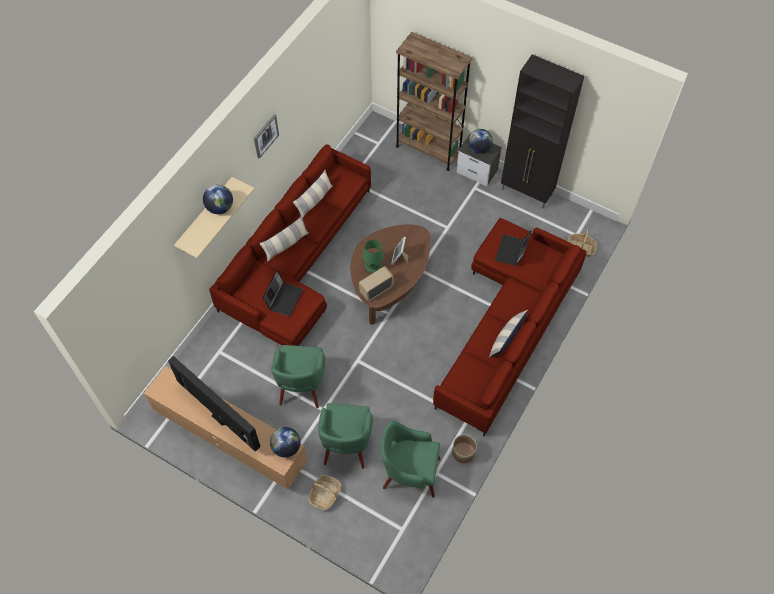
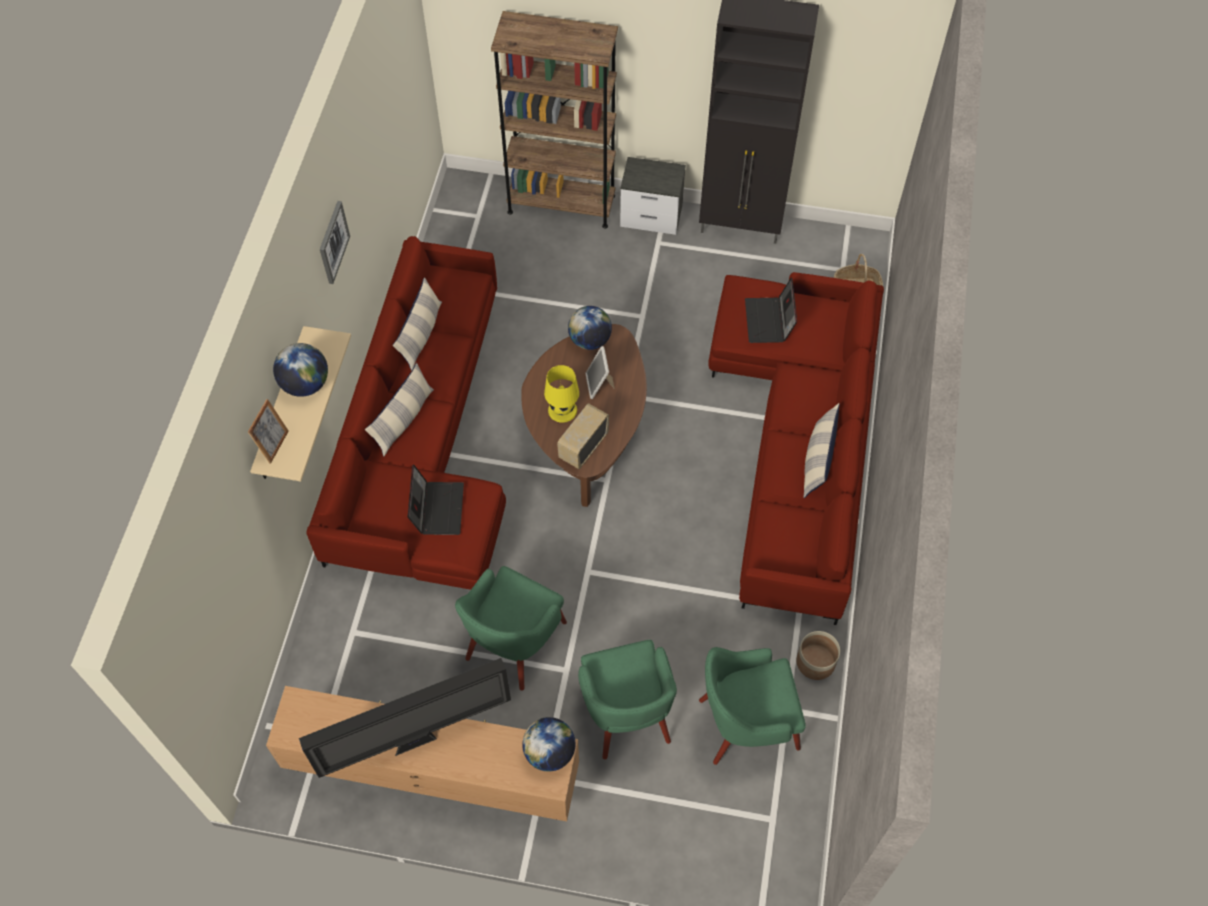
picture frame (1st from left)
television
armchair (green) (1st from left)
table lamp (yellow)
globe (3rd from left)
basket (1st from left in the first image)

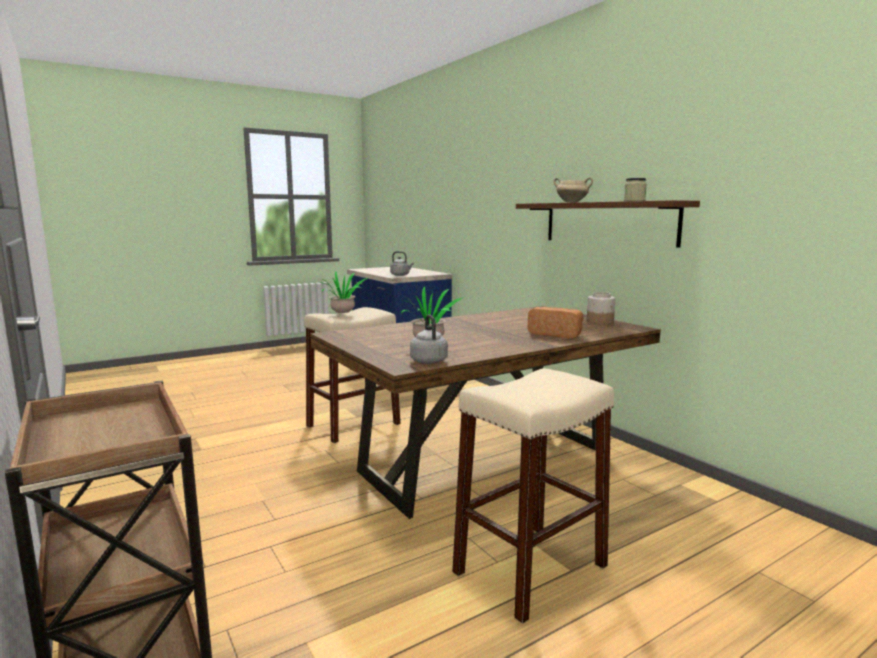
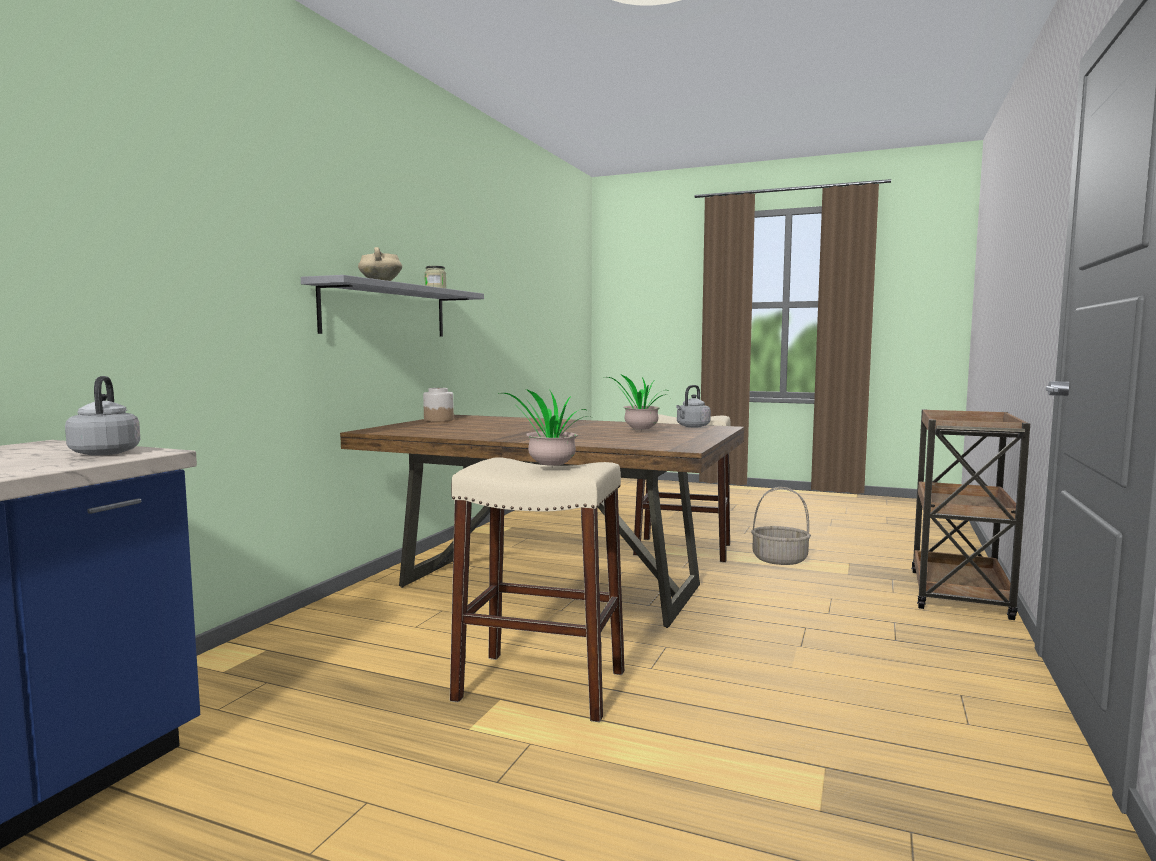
shelf (grey)
basket
bread

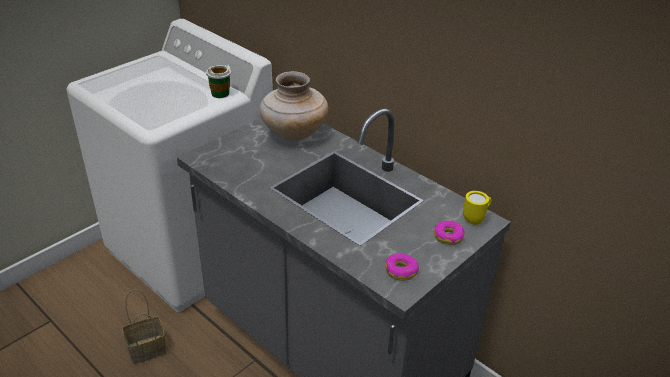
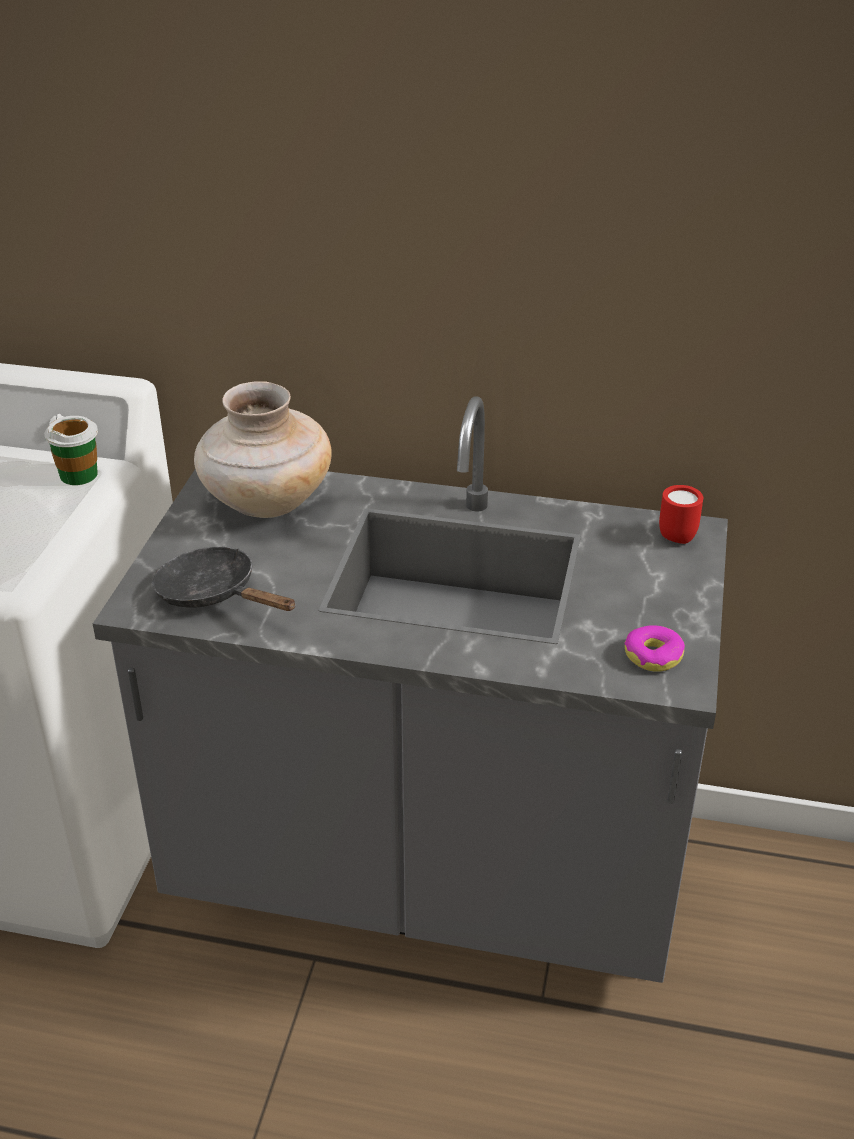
frying pan (black)
mug (red)
basket
donut (2nd from left in the first image)

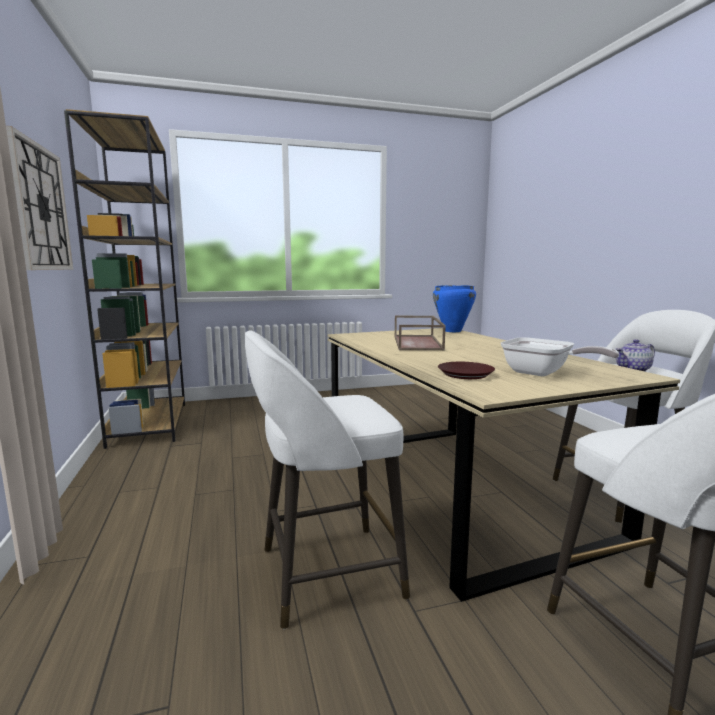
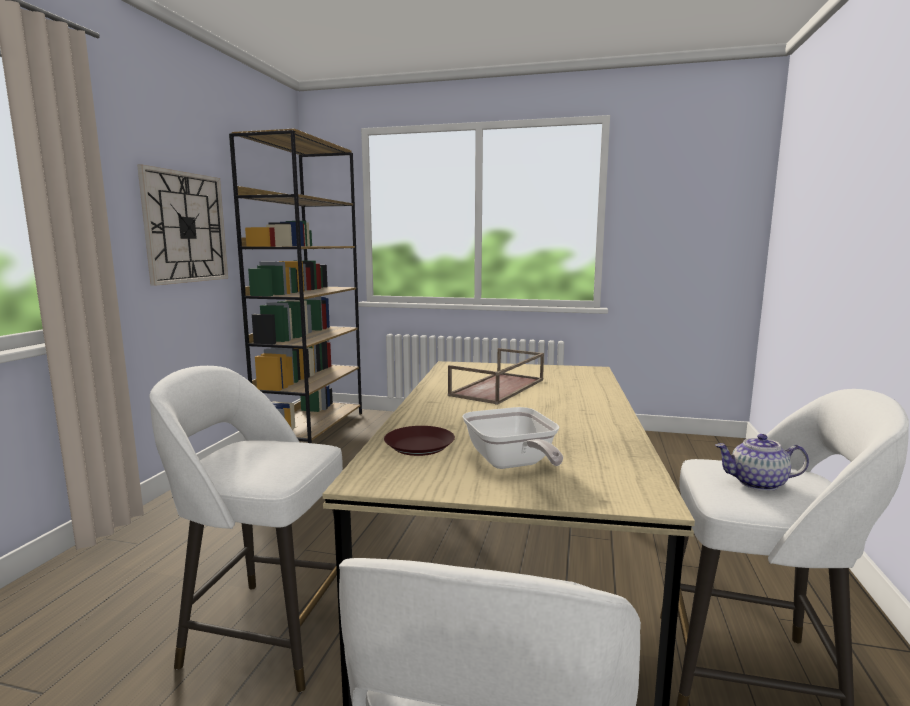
cooking pot (blue)

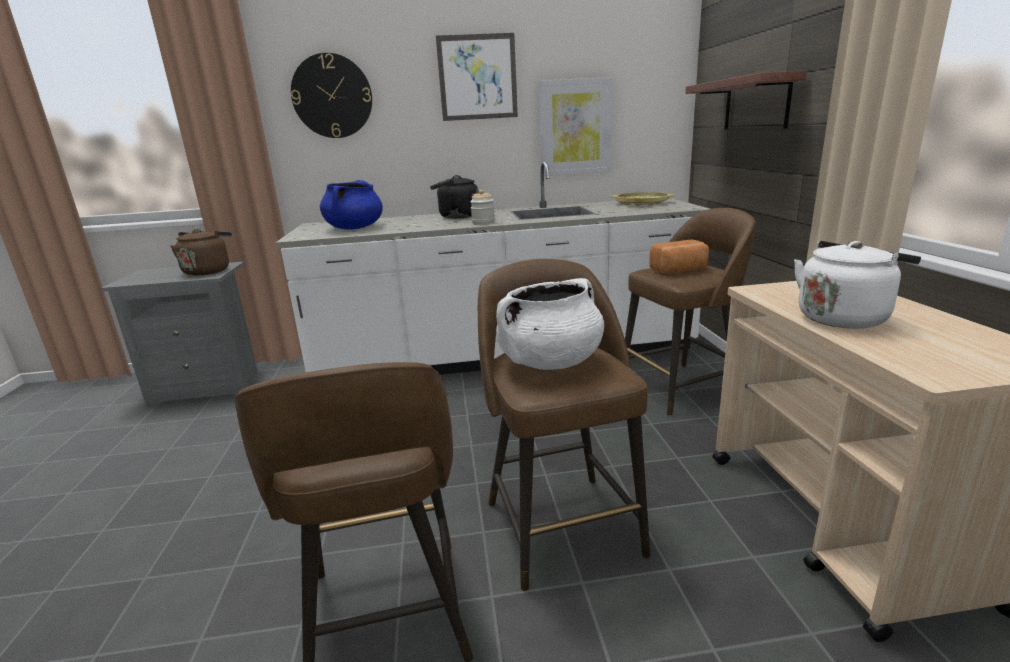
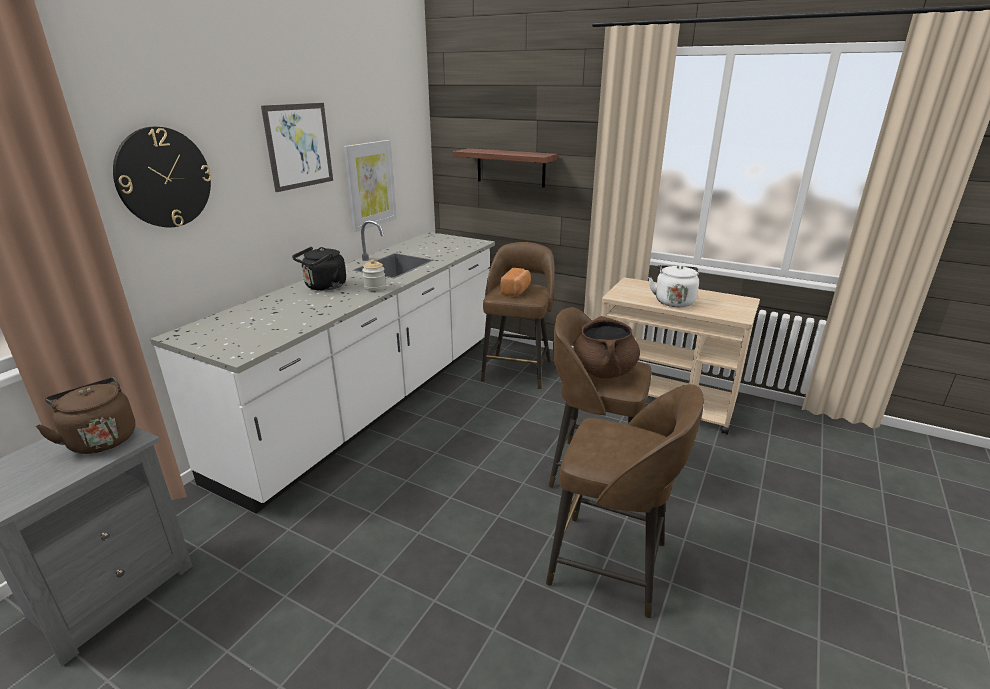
cooking pot (brown)
cooking pot (blue)
tray (yellow)

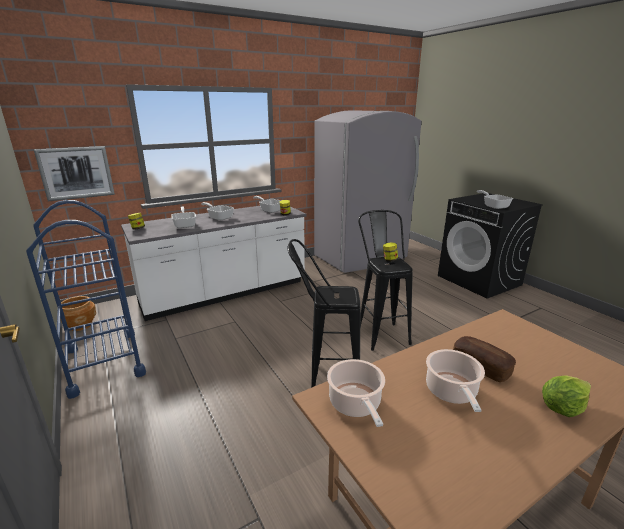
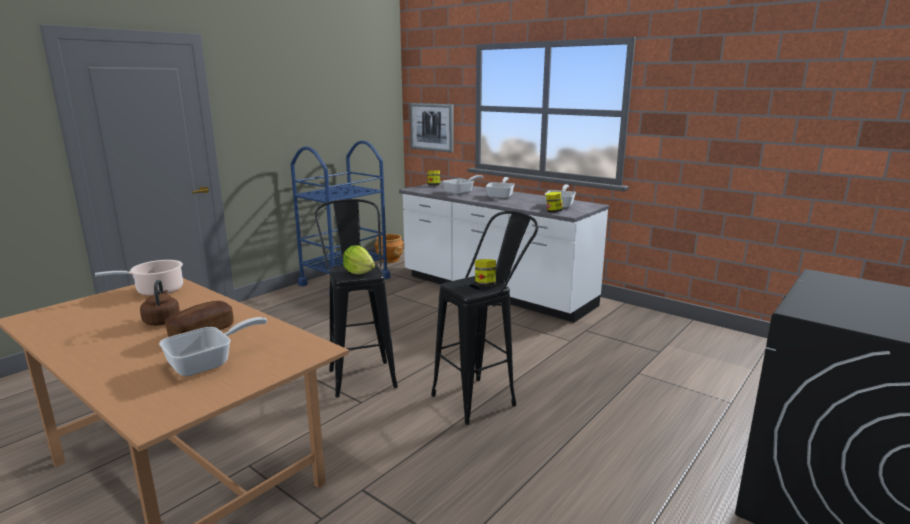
kettle (brown)
frying pan (1st from left)
lettuce
fridge (grey)

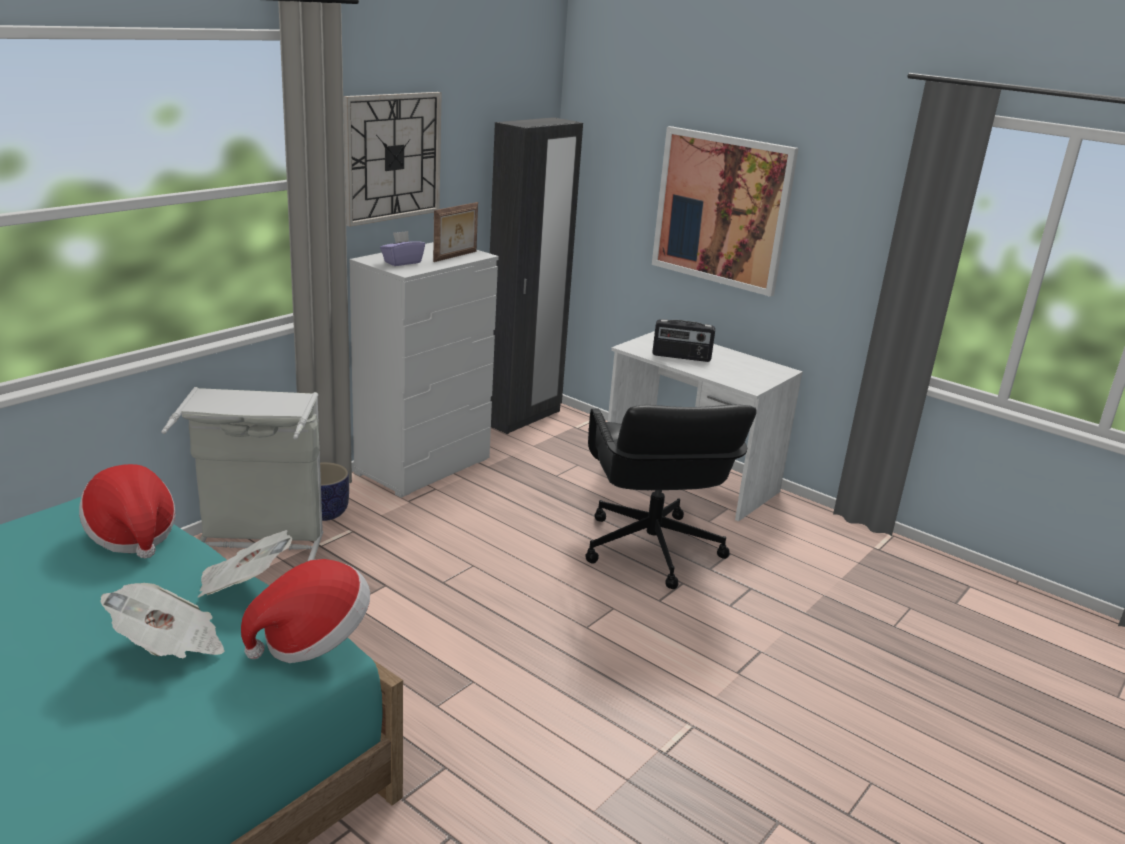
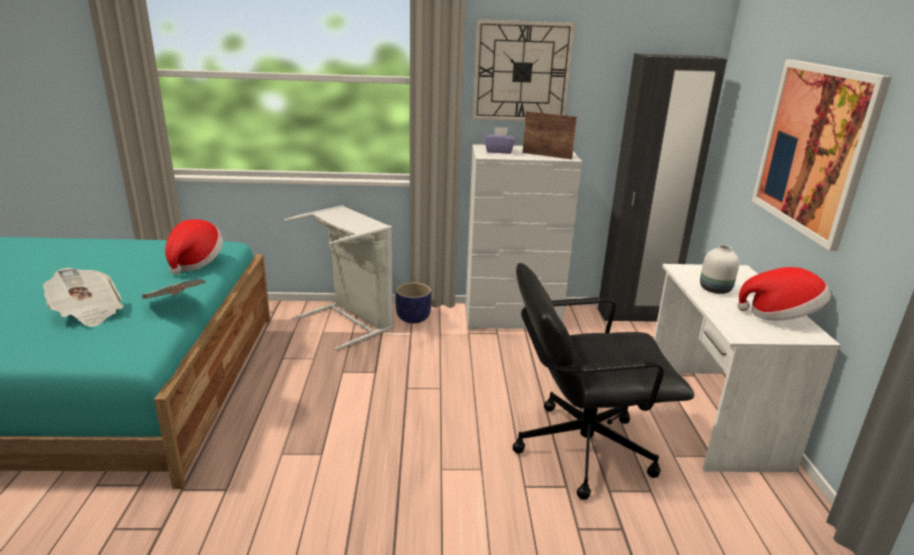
office chair (black)
picture frame
vase (white)
hat (2nd from left)

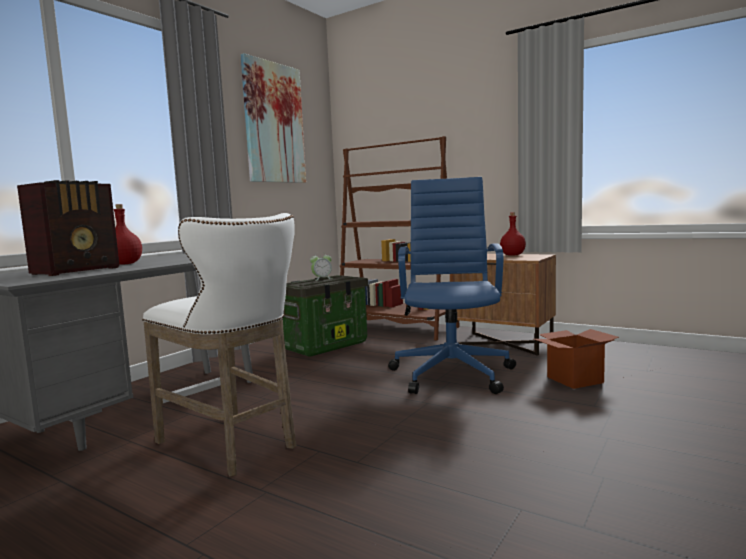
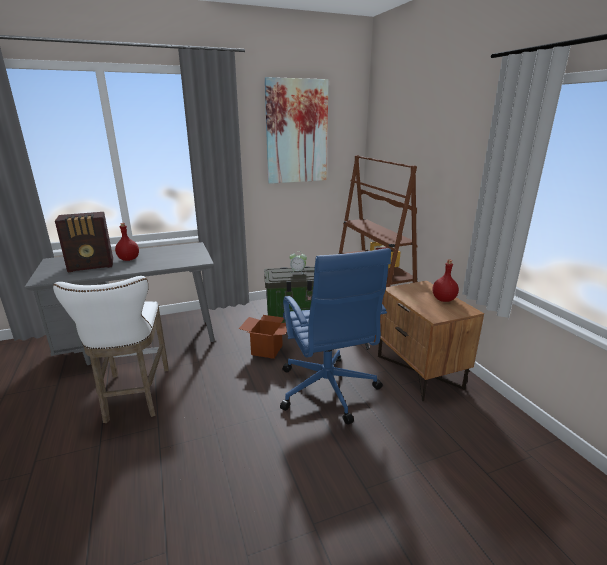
cardboard box
office chair (blue)

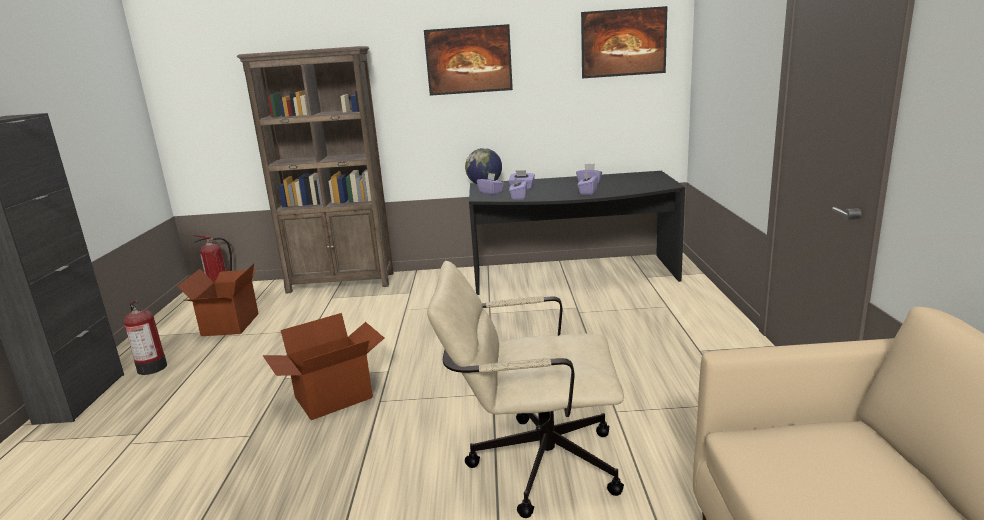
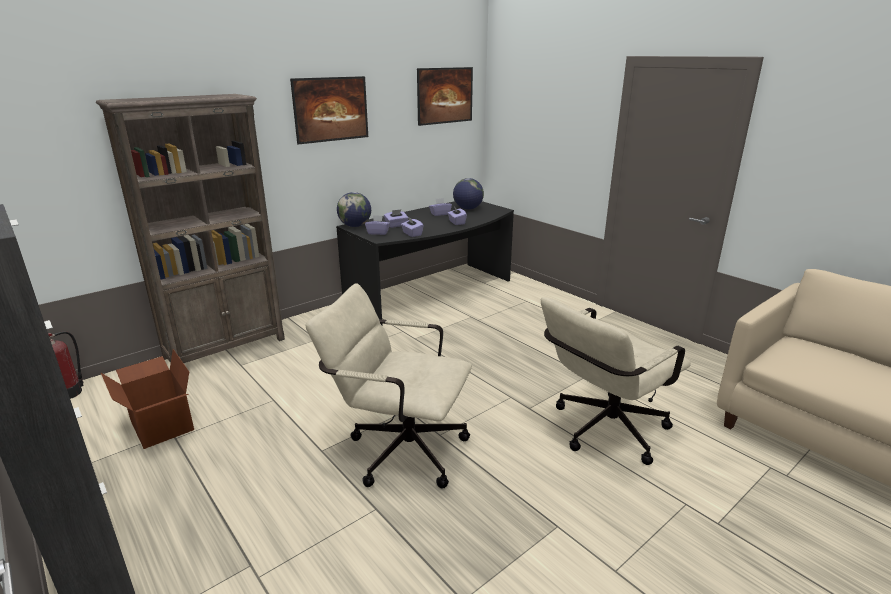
office chair (beige) (1st from left)
globe (2nd from left)
fire extinguisher (1st from left in the first image)

